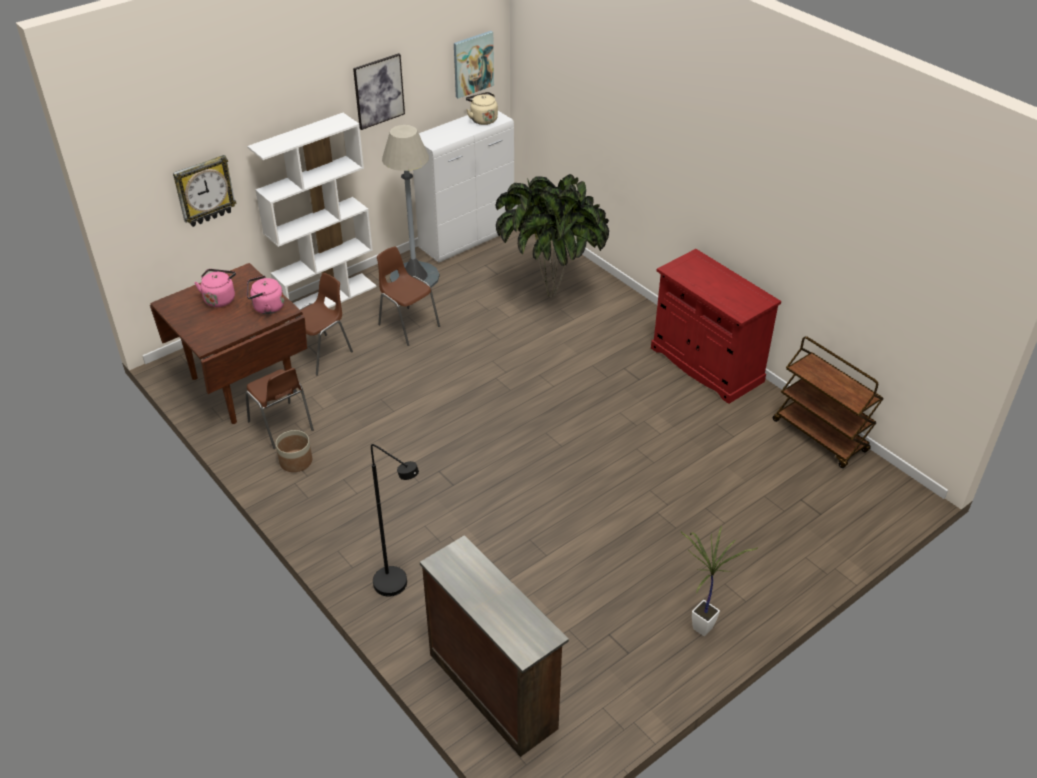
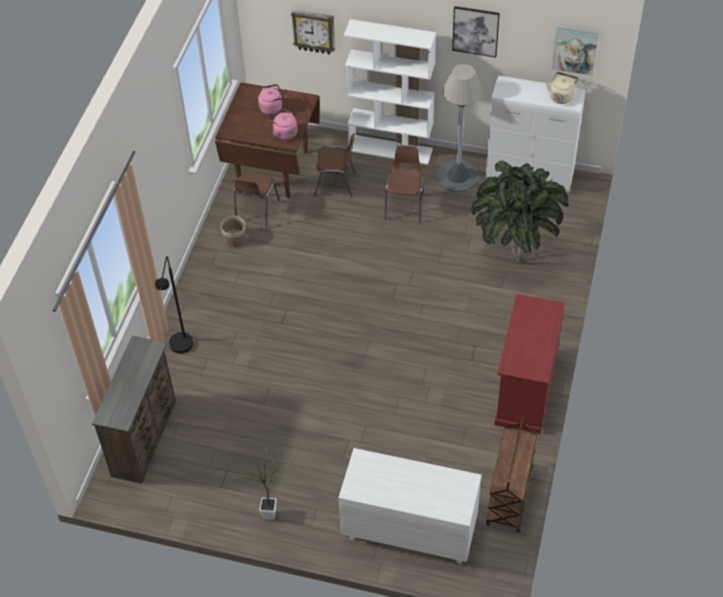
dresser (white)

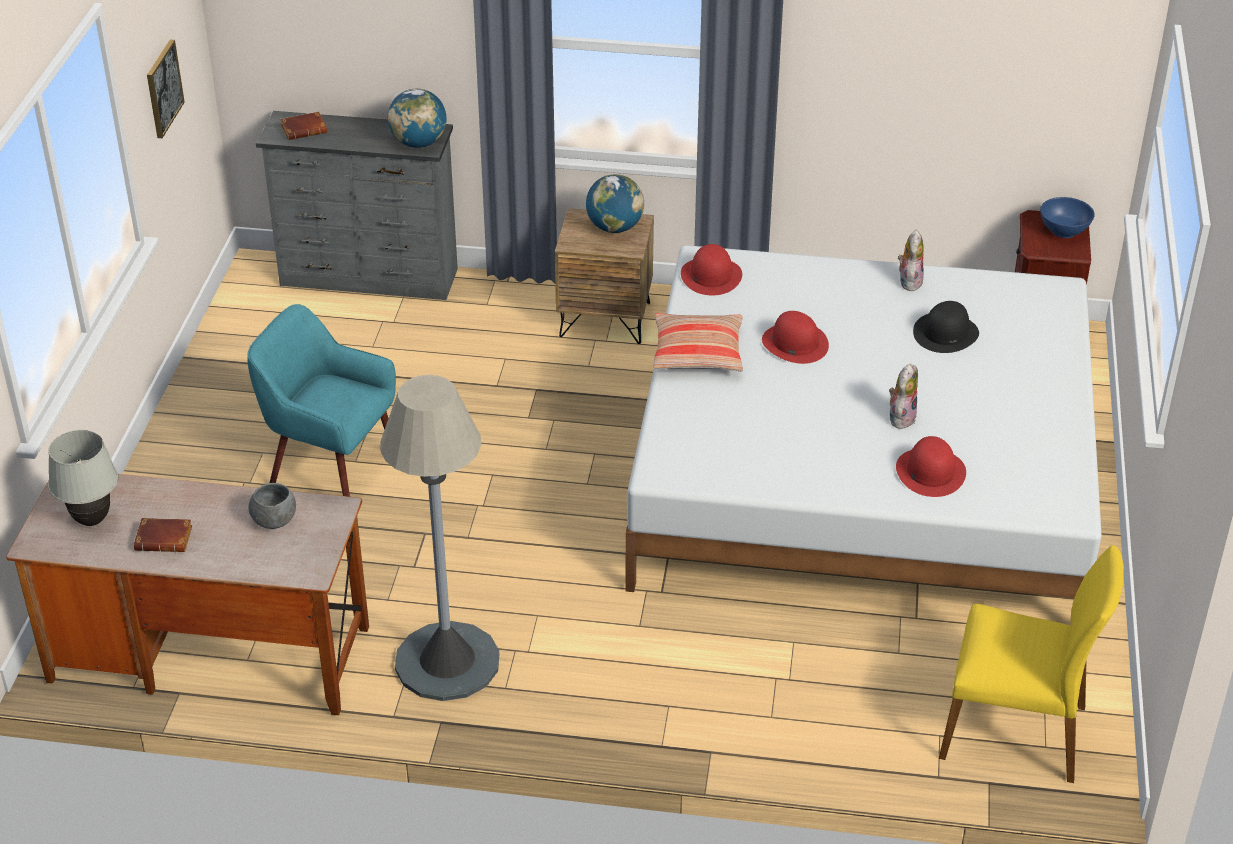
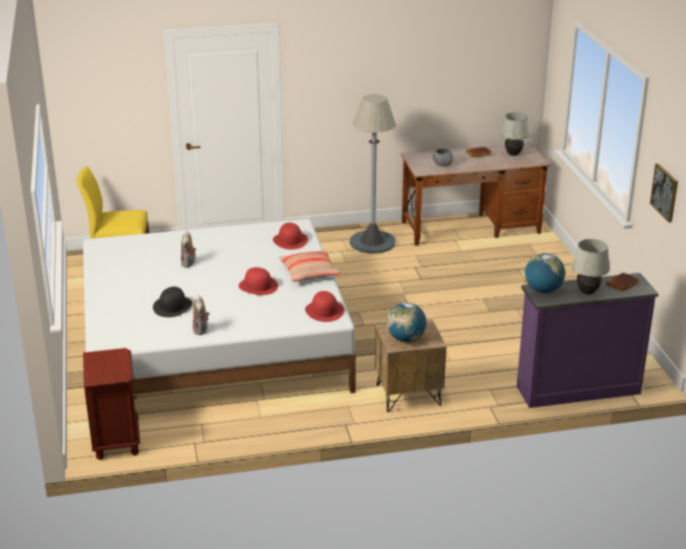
hat (red) (2nd from left)
dresser (purple)
table lamp (white) (2nd from left)
armchair (turquoise)
bowl (blue)

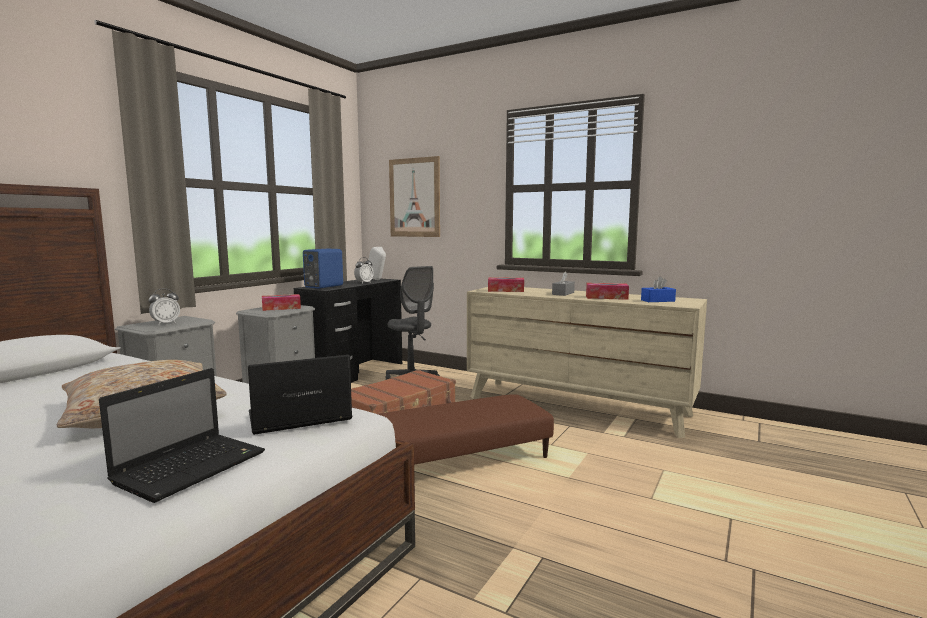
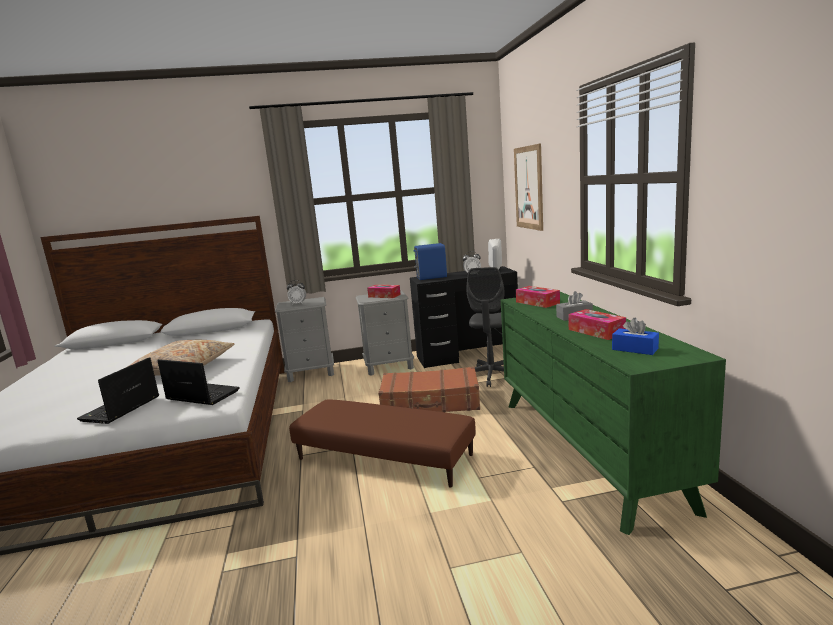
laptop (1st from left)
dresser (green)

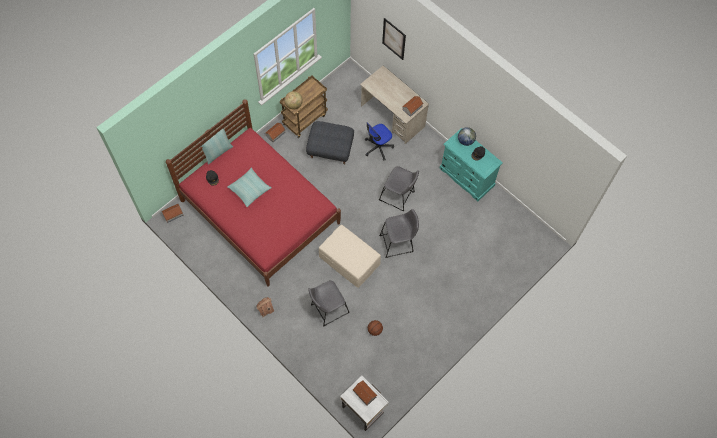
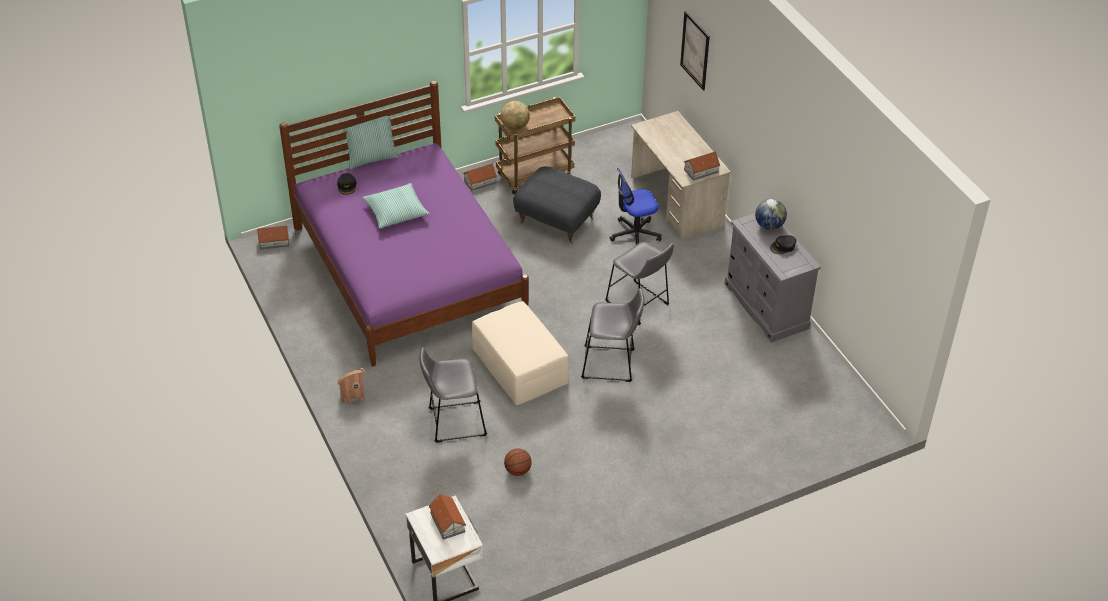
bed (purple)
dresser (grey)

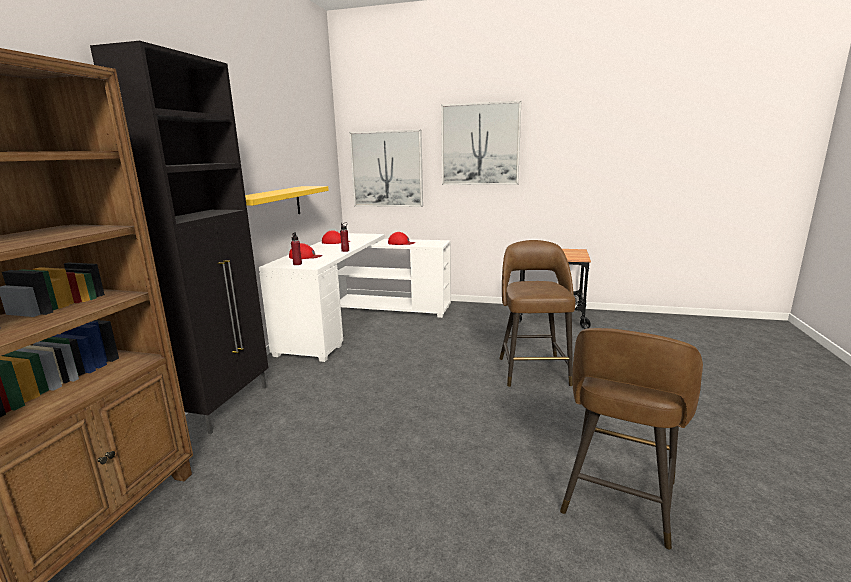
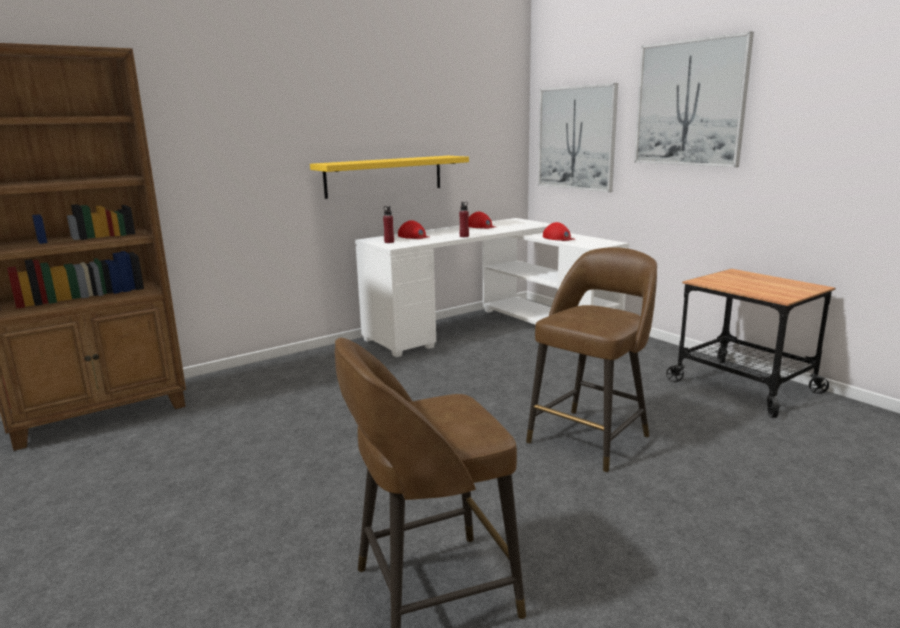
cabinet (black)

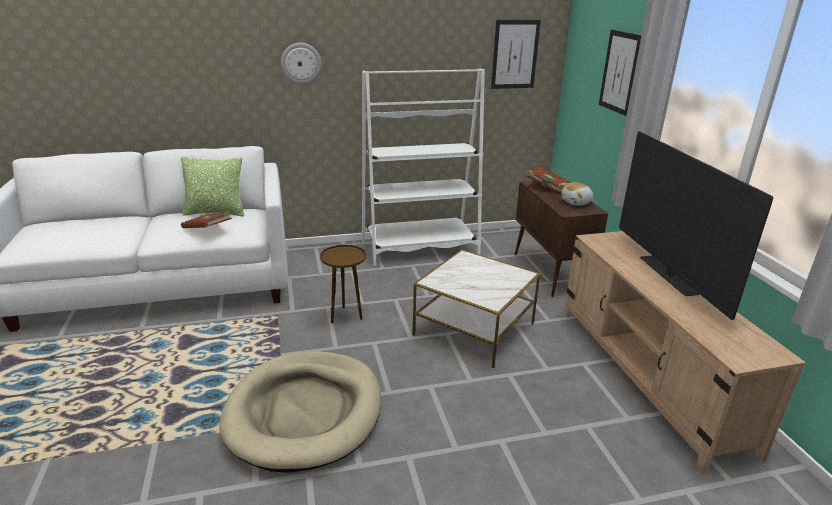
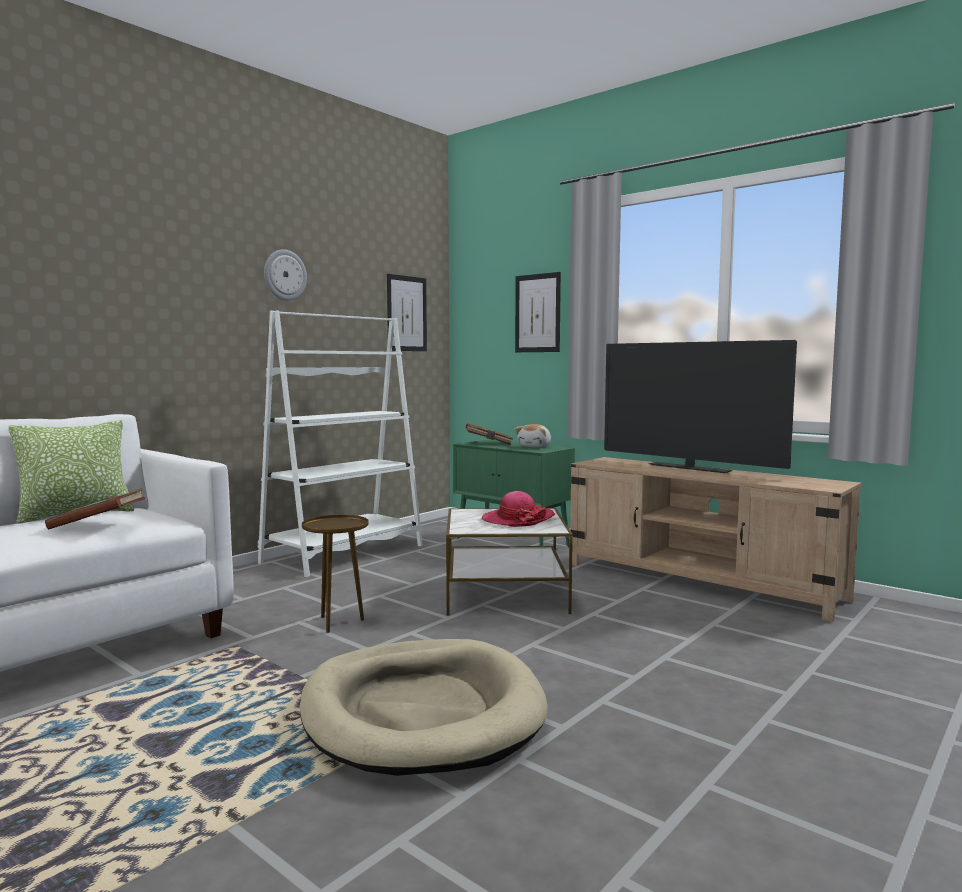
wall clock
cabinet (green)
hat

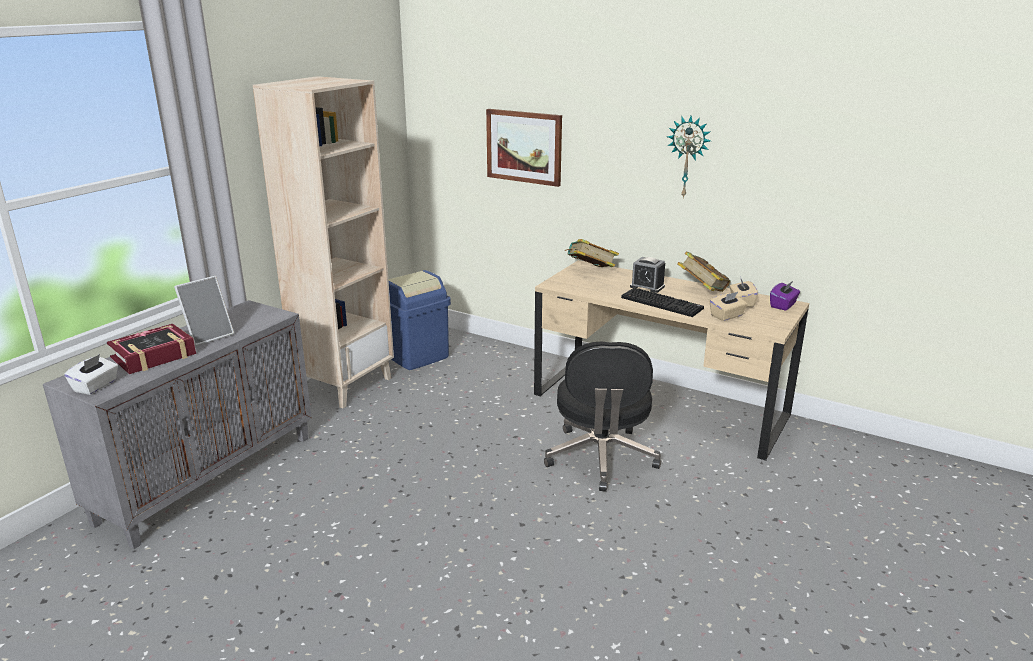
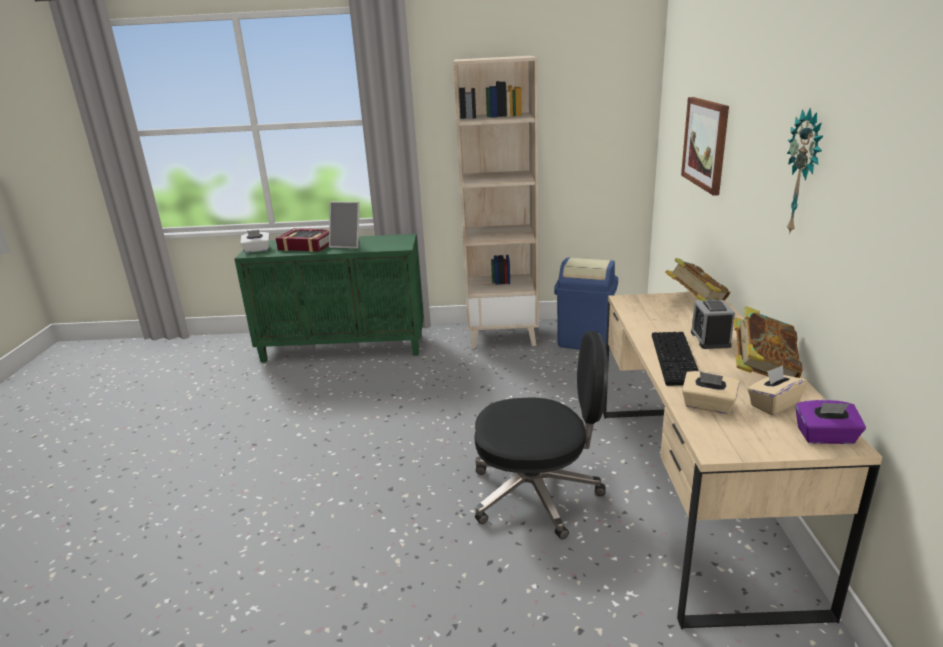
cabinet (green)
office chair (black)

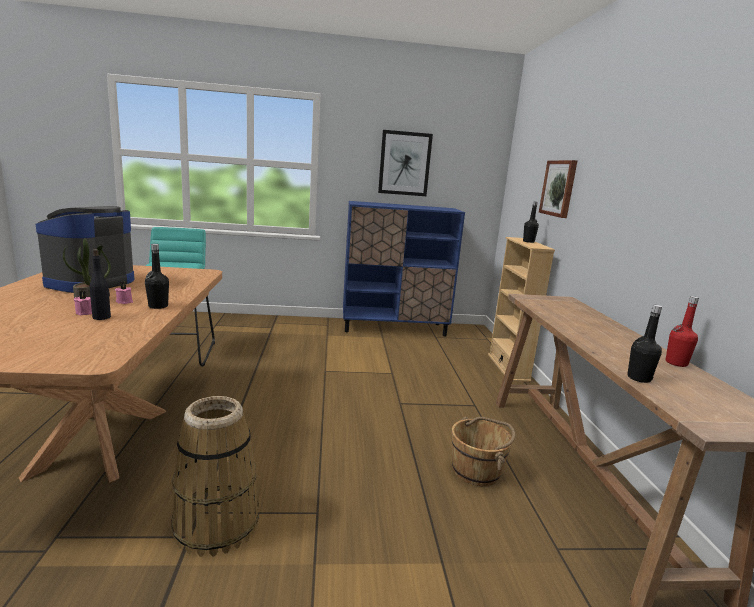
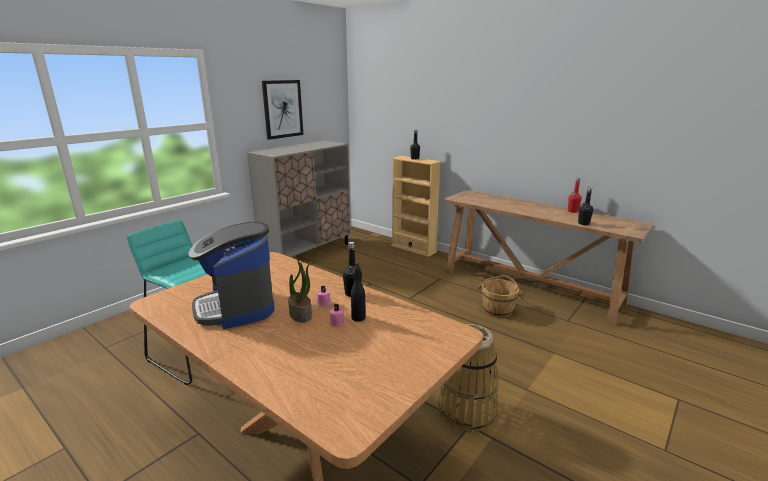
cabinet (grey)
picture (2nd from left in the first image)

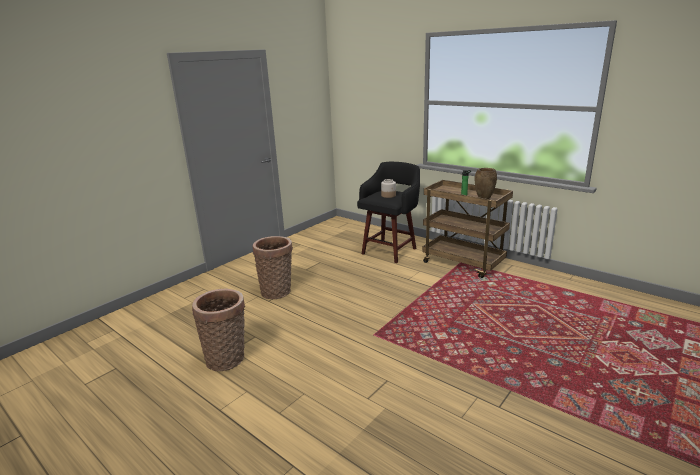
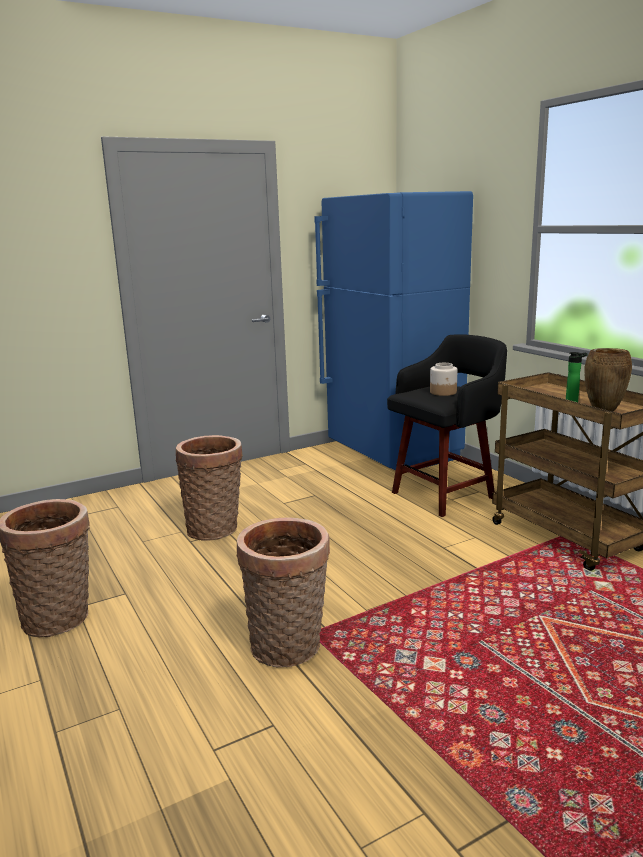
basket (3rd from left)
fridge (blue)

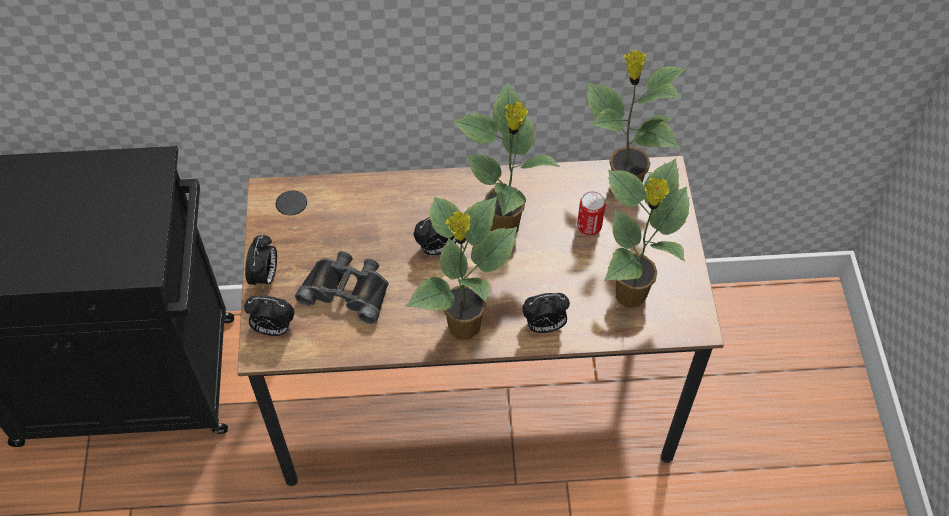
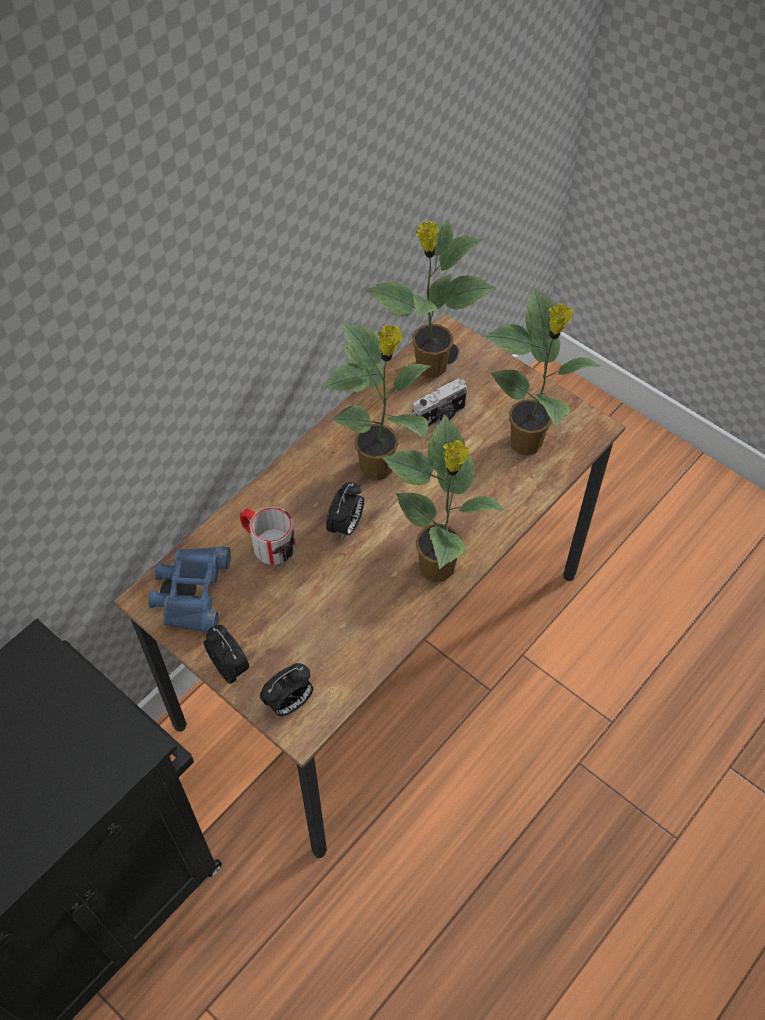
binoculars (blue)
mug
photo camera
binoculars (black)
alarm clock (4th from left in the first image)

